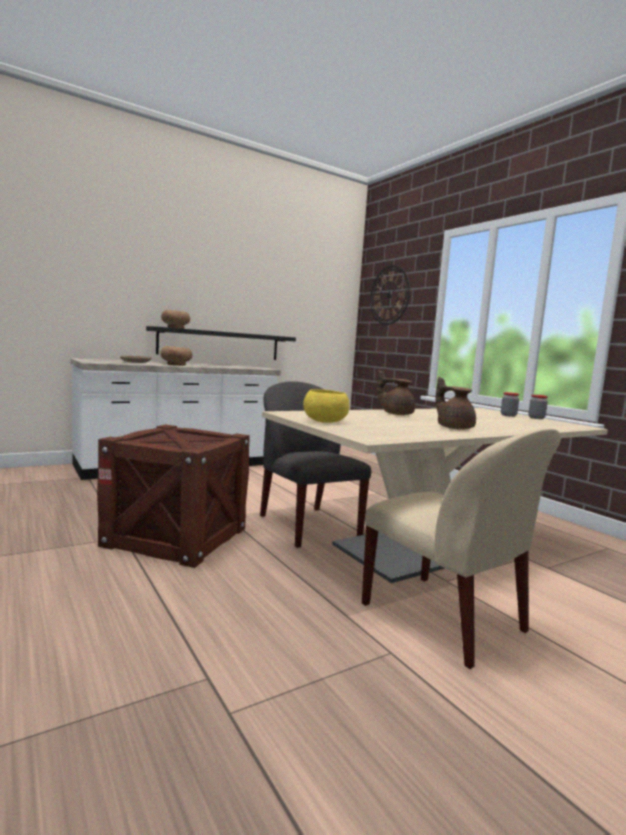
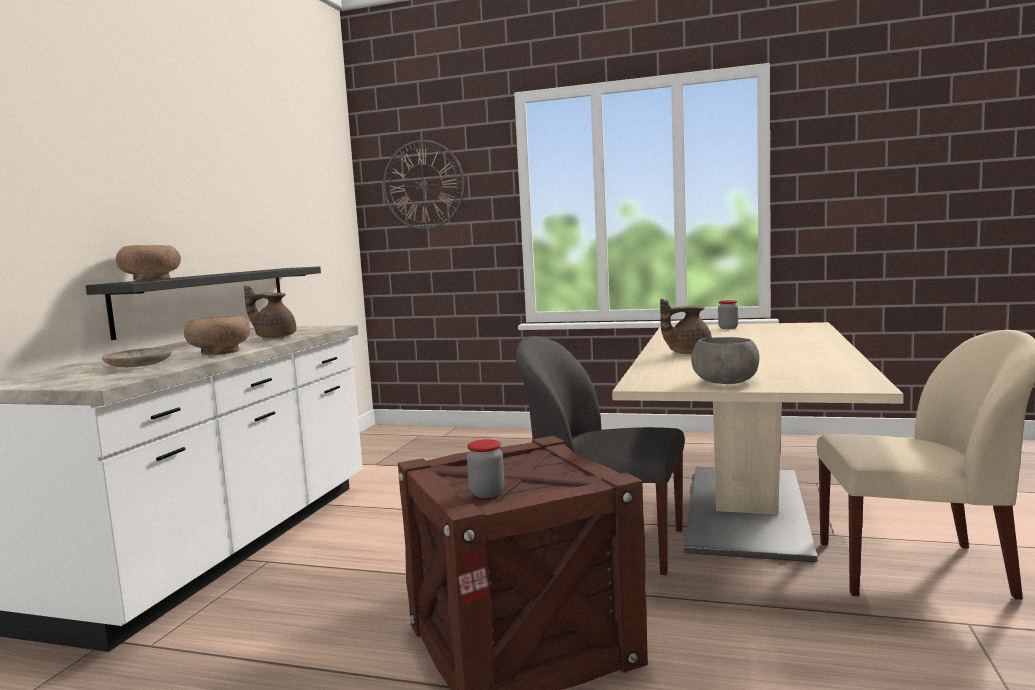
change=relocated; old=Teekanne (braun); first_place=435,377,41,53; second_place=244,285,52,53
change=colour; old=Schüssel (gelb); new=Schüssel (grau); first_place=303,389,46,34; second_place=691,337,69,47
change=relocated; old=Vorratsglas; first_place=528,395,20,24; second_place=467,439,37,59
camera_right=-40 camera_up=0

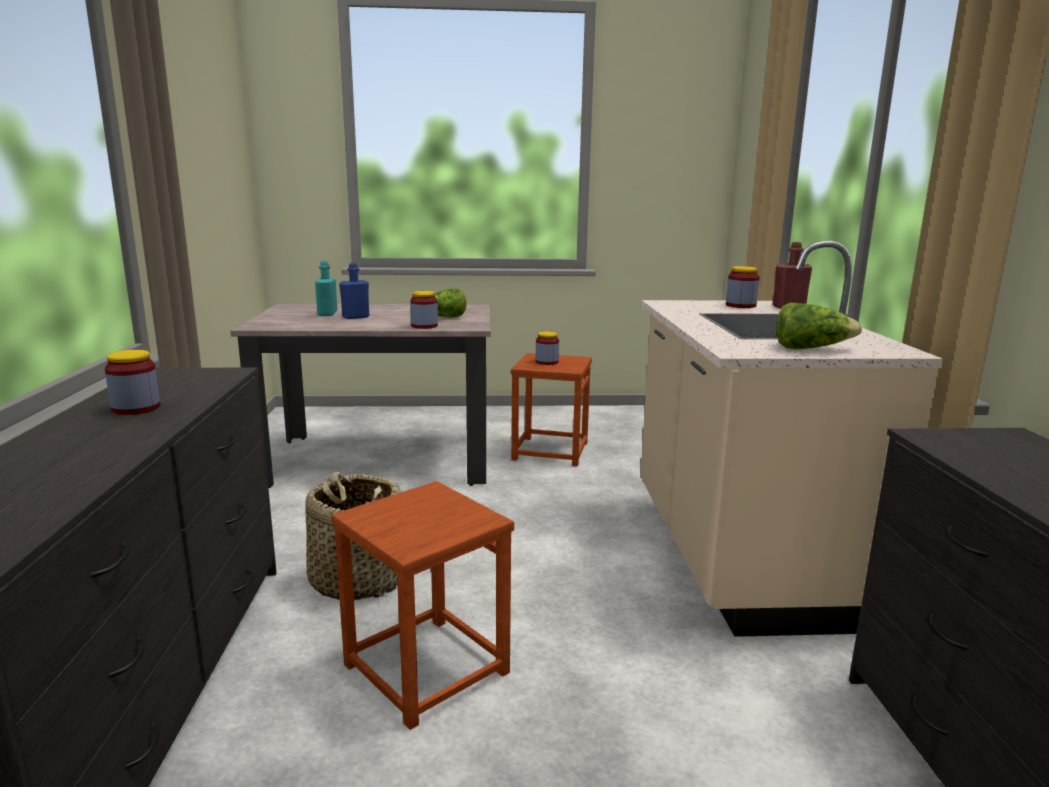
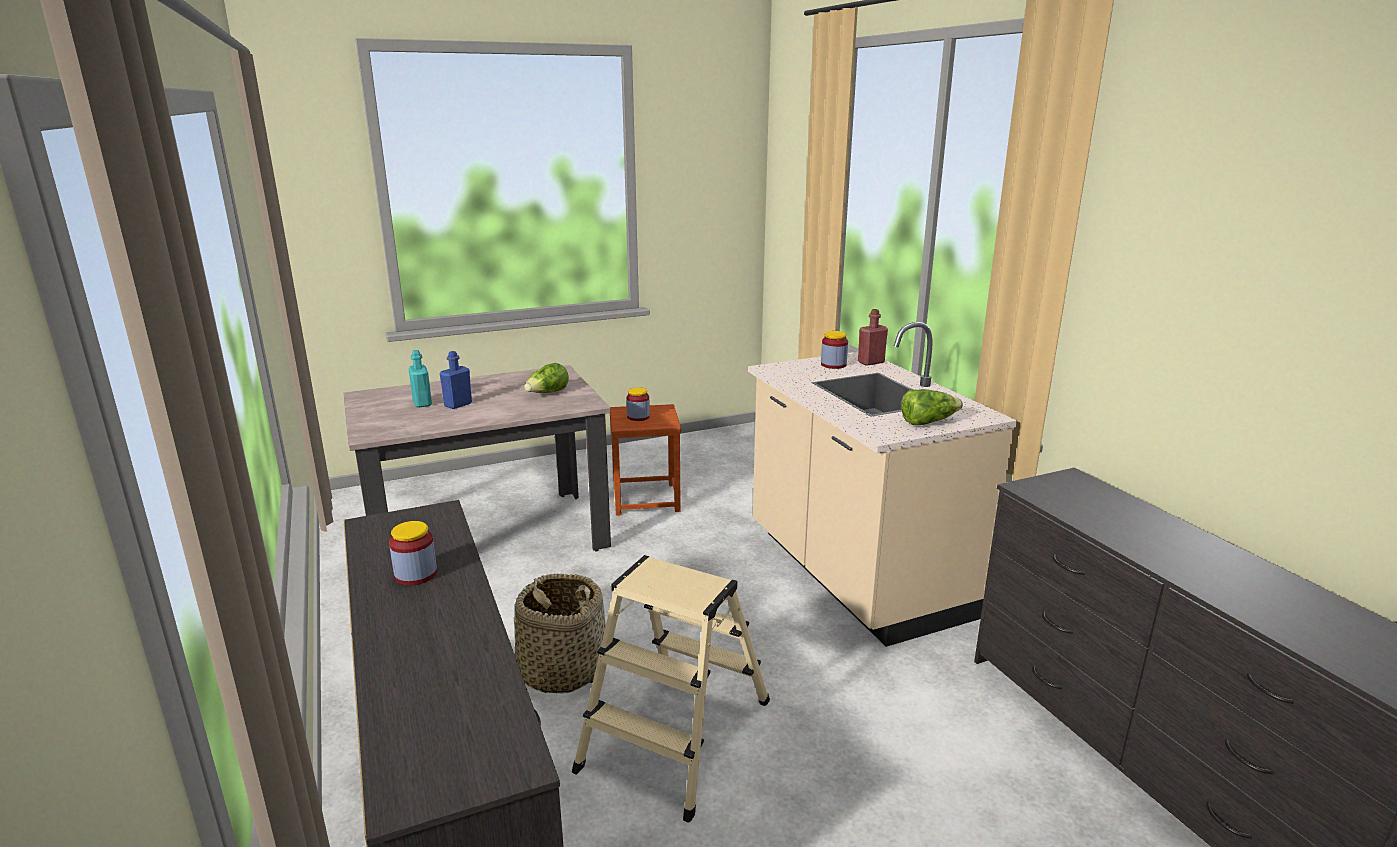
change=missing; old=Vorratsglas; first_place=410,291,28,38
change=exchanged; old=Hocker (braun); new=Trittleiter (beige); first_place=331,481,183,249; second_place=572,555,198,268
camera_right=-20 camera_up=5

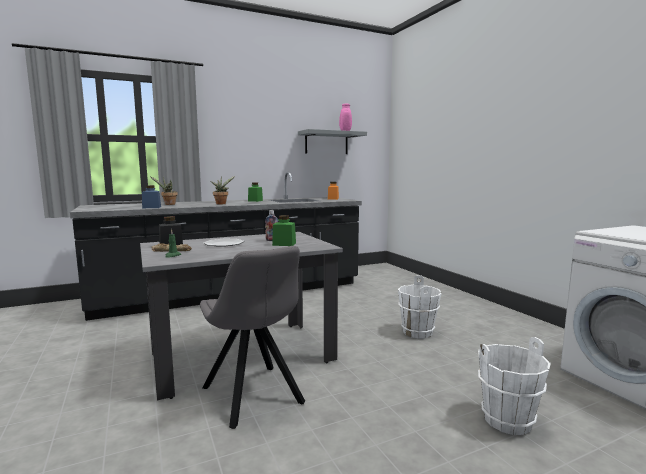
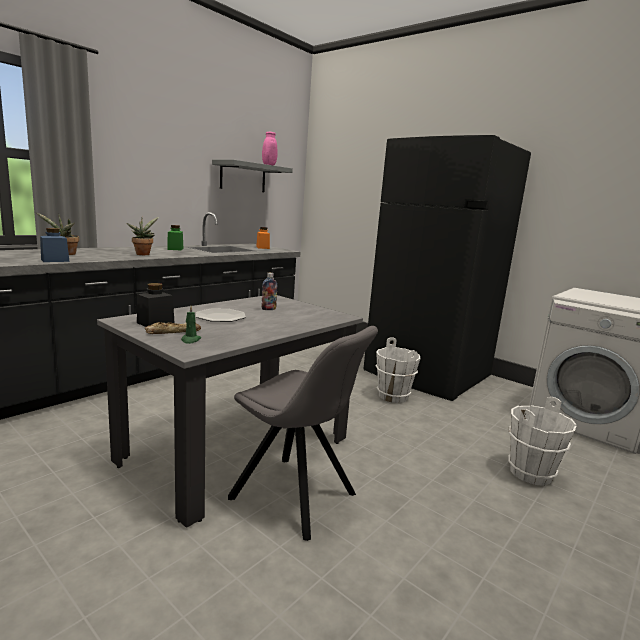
change=missing; old=Vorratsglas (grün); first_place=272,215,24,31
change=appeared; new=Kühlschrank (schwarz); second_place=363,135,168,266
camera_right=-25 camera_up=5

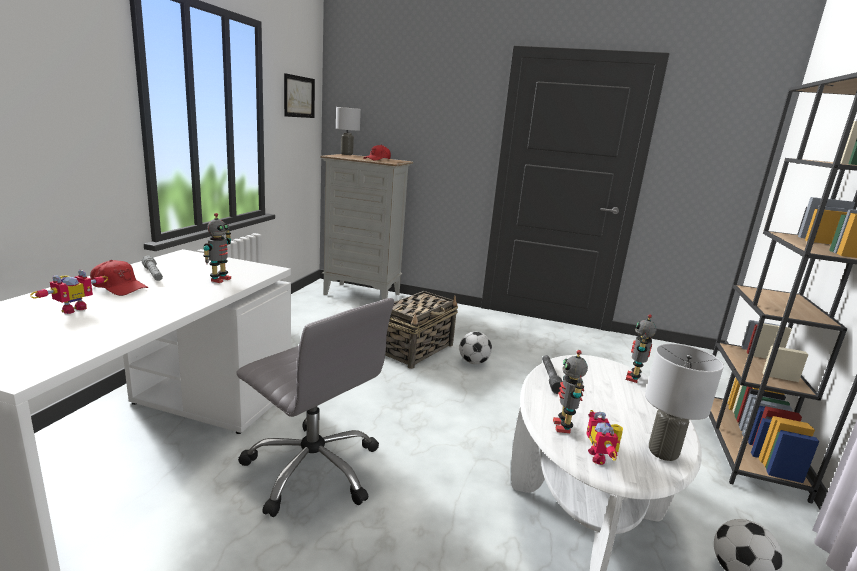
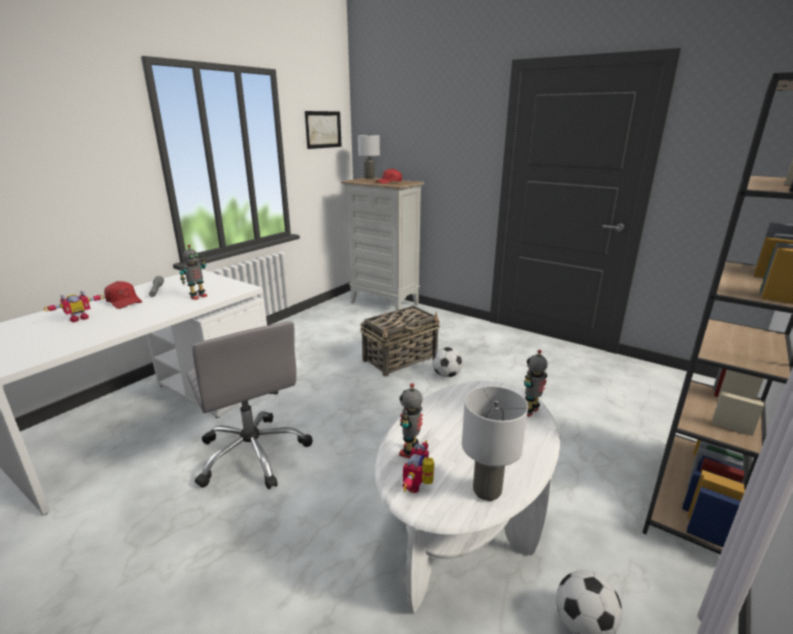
change=missing; old=Taschenlampe (grau); first_place=542,355,21,39
camera_right=20 camera_up=5

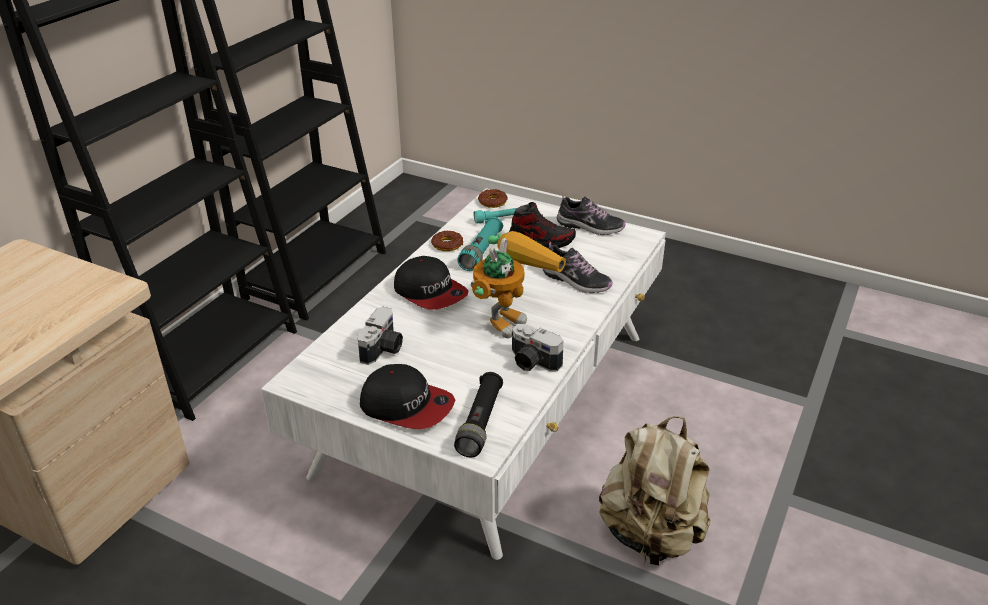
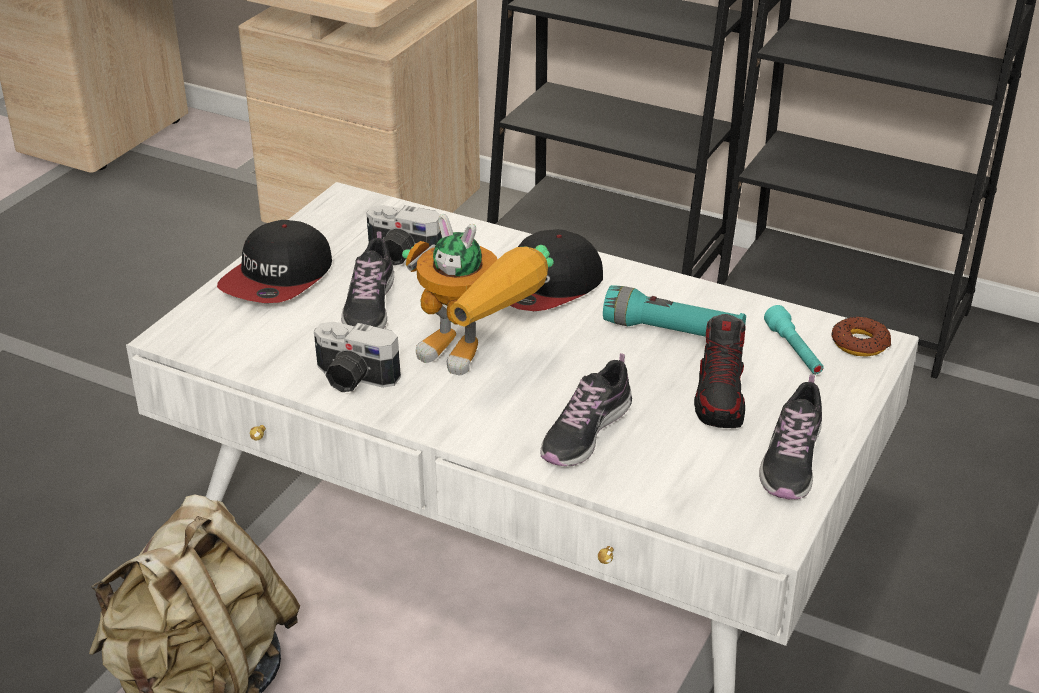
change=missing; old=Donut; first_place=431,230,32,21
change=spun; old=Kamera; first_place=512,324,52,47; second_place=314,322,87,70; degrees=-105
change=missing; old=Taschenlampe (schwarz); first_place=454,372,49,85
change=appeared; new=Schuh; second_place=341,231,53,97
camera_right=90 camera_up=0

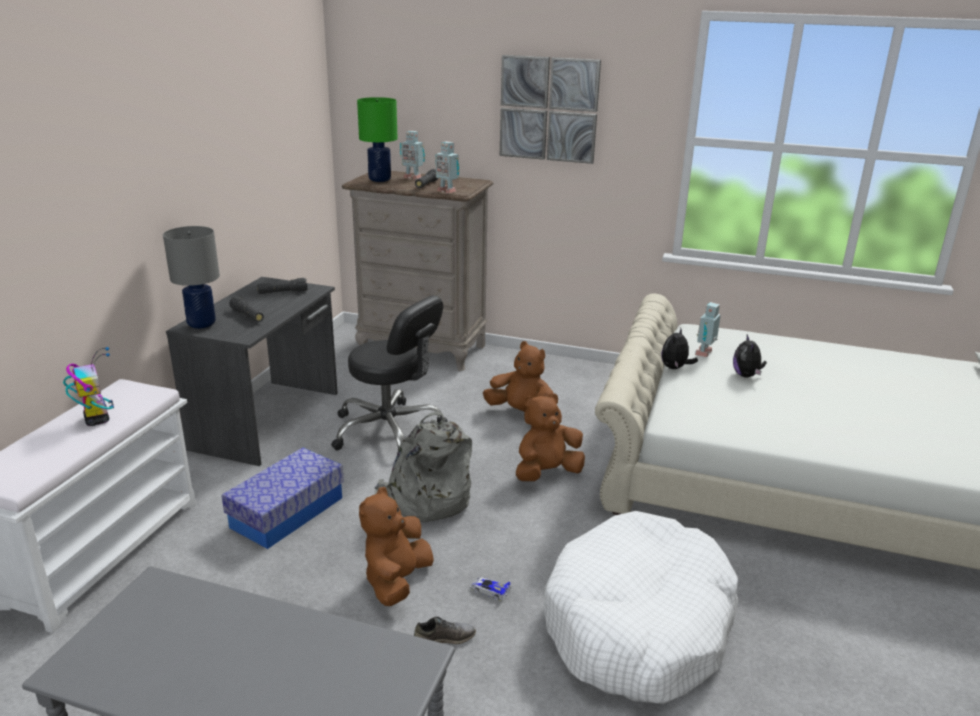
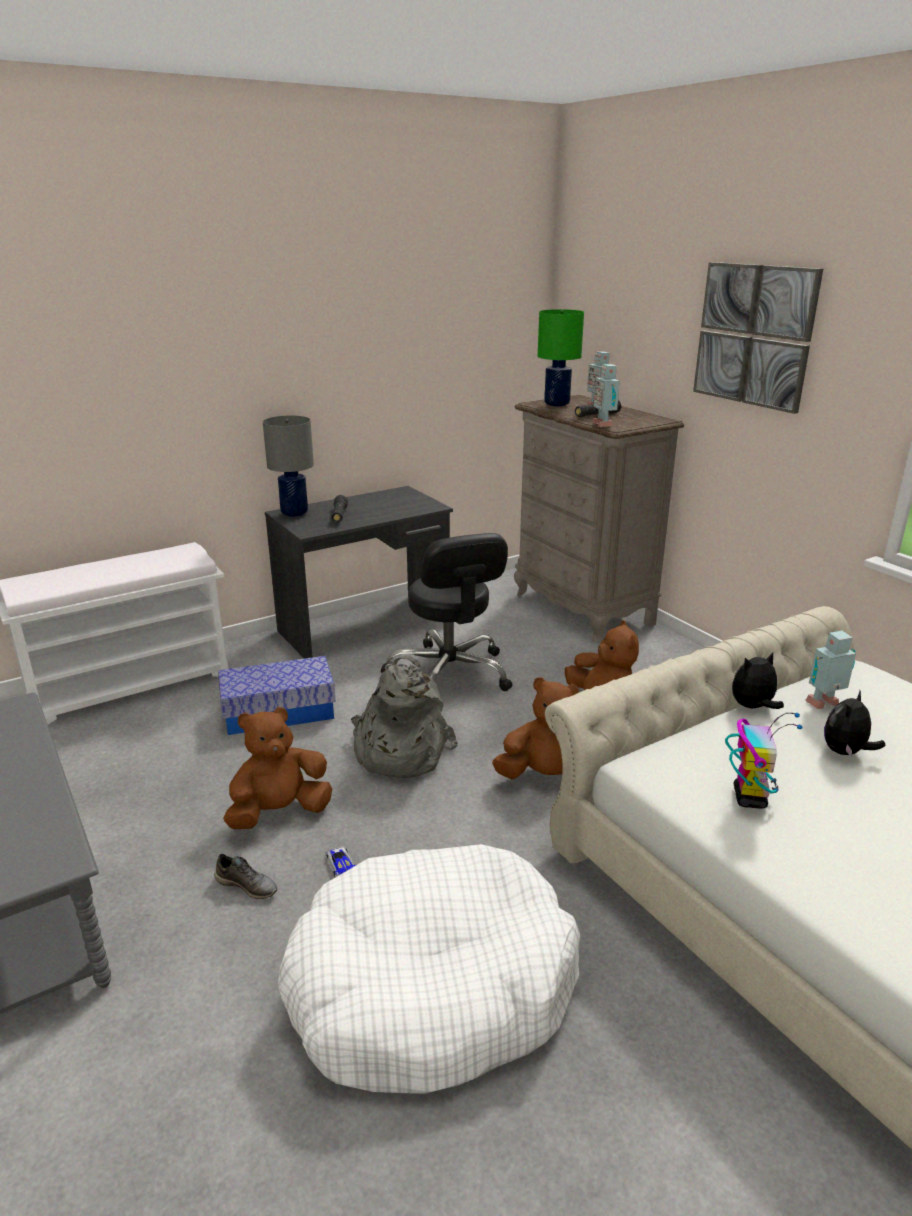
change=missing; old=Taschenlampe (schwarz); first_place=257,278,51,16
change=relocated; old=Spielzeugroboter; first_place=63,347,51,79; second_place=725,713,77,95
camera_right=40 camera_up=0

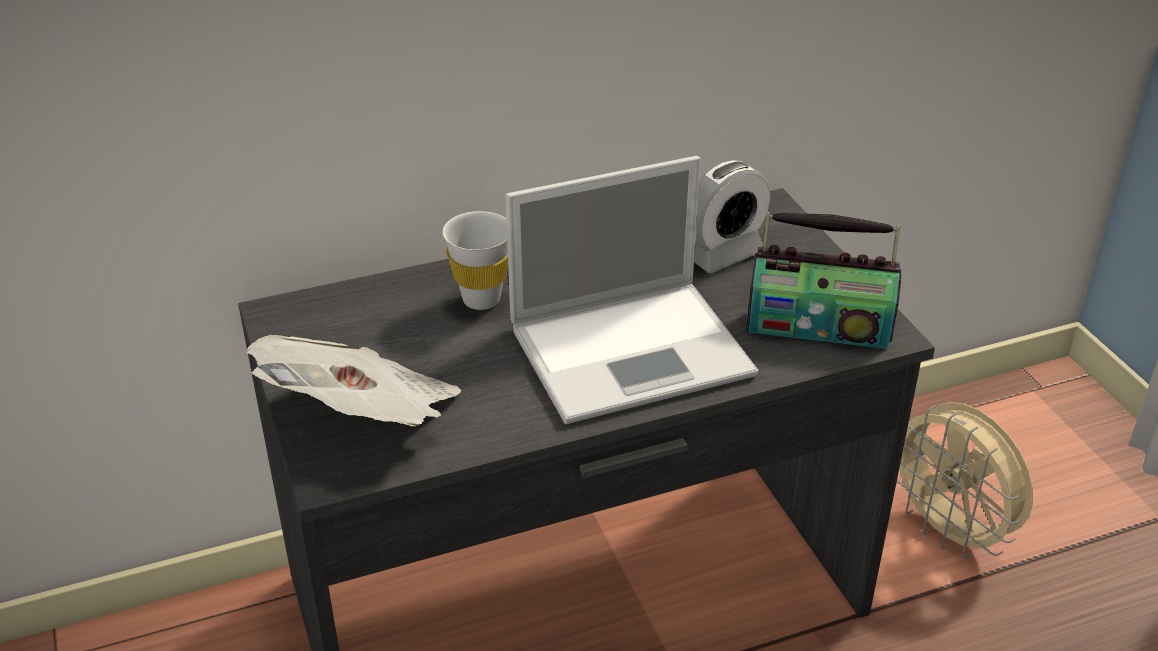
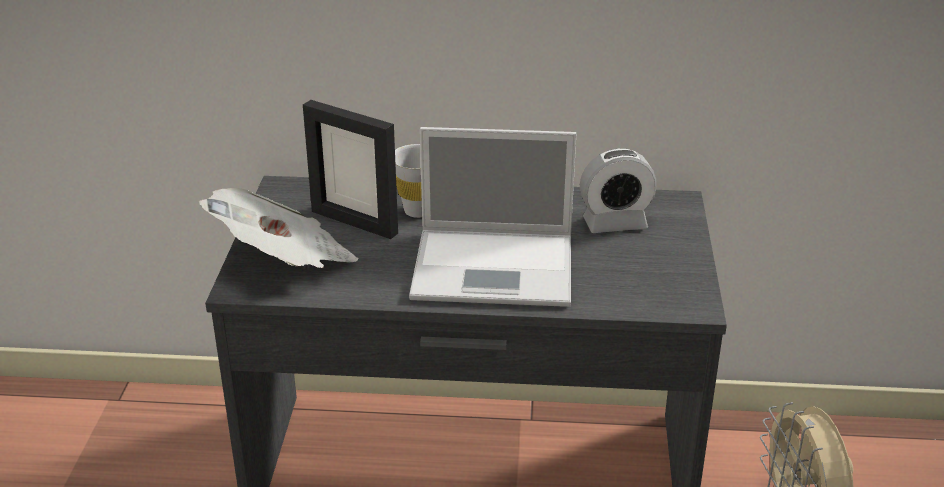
change=missing; old=Radio; first_place=747,212,154,137
change=appeared; new=Bilderrahmen; second_place=303,100,95,139
camera_right=25 camera_up=-5

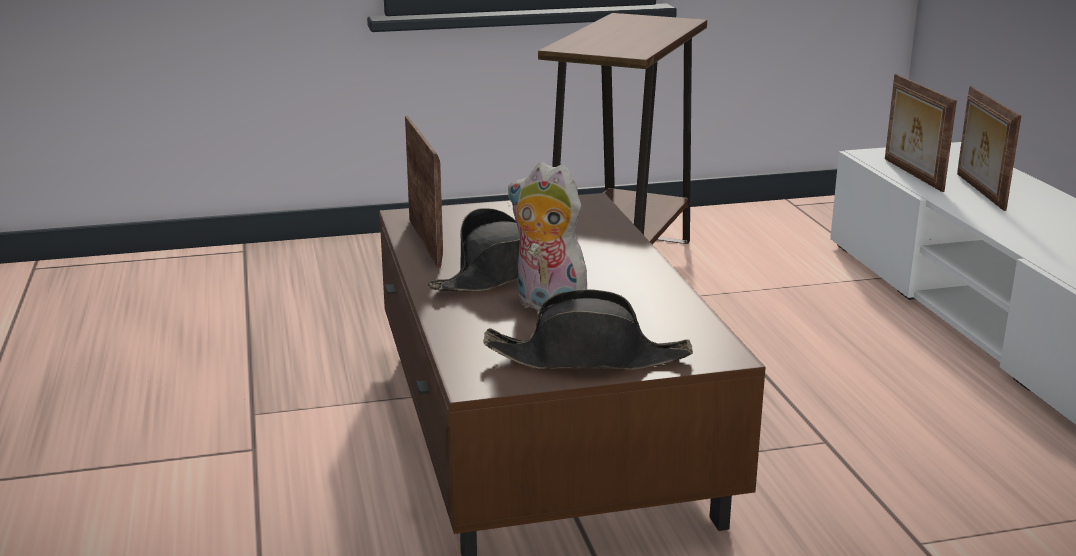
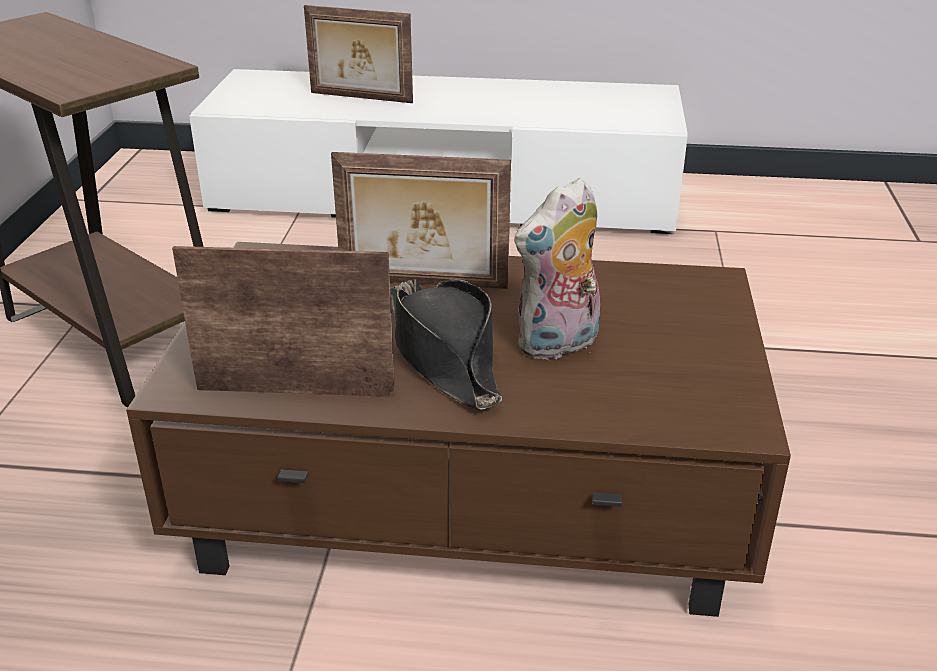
change=relocated; old=Bilderrahmen; first_place=885,74,72,118; second_place=331,152,180,137
change=missing; old=Hut (schwarz); first_place=483,289,210,81
camera_right=-70 camera_up=10

